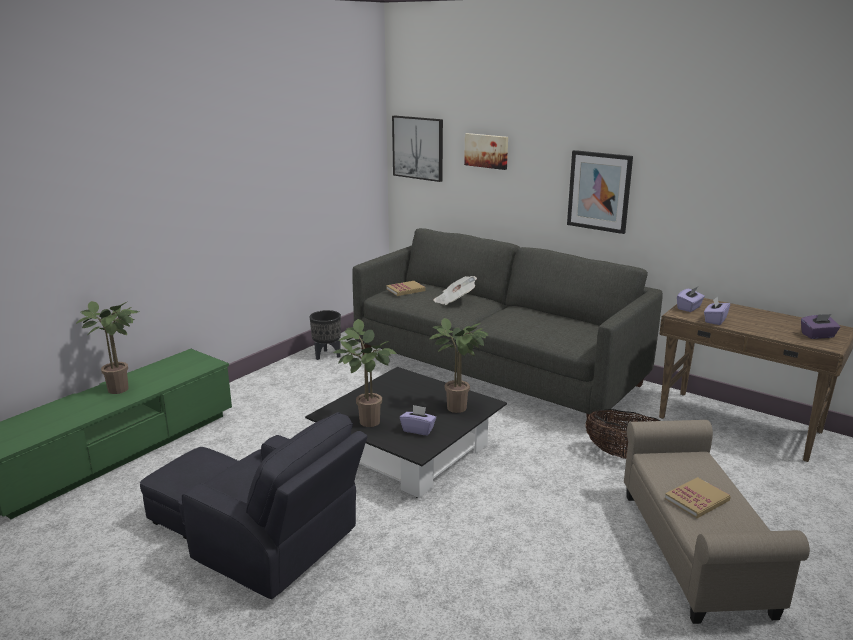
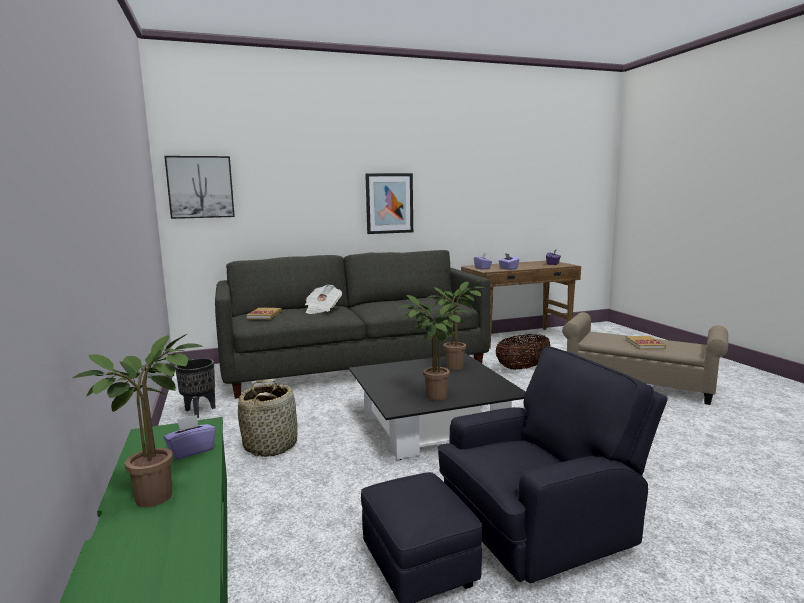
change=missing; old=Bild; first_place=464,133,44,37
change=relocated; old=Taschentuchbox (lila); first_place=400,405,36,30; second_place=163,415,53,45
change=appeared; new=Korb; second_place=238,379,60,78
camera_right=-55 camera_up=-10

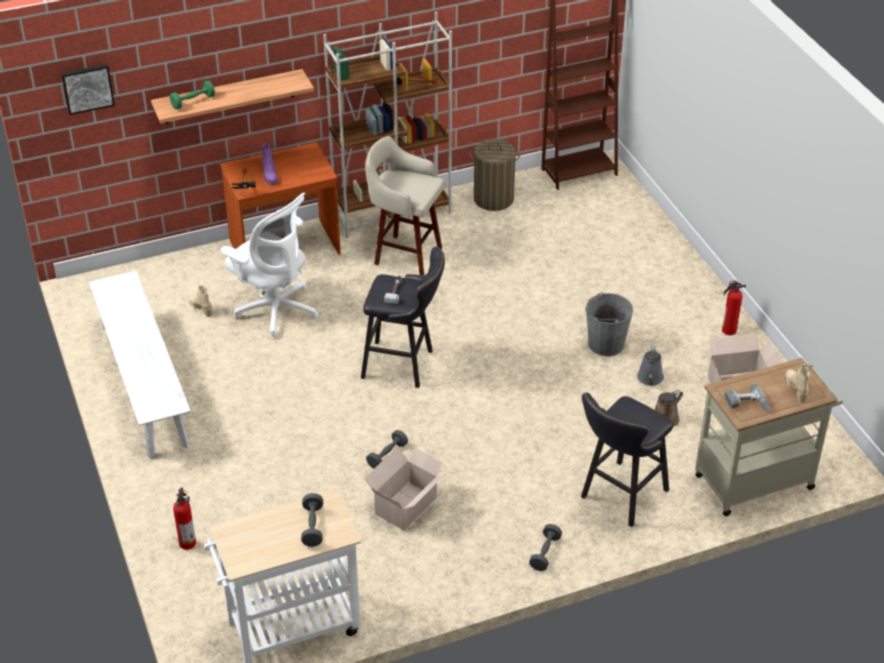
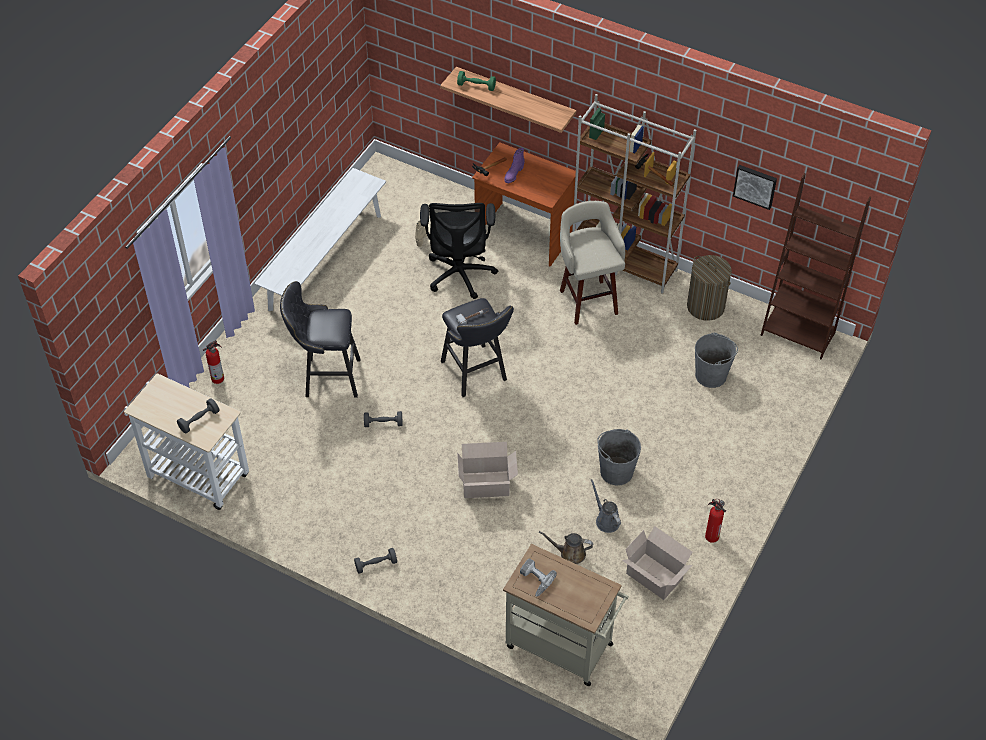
change=relocated; old=Bild; first_place=61,64,54,51; second_place=733,165,44,45
change=colour; old=Bürostuhl (weiß); new=Bürostuhl (schwarz); first_place=221,193,98,144; second_place=420,203,78,96
change=spun; old=Gießkanne (grau); first_place=637,345,27,41; second_place=591,479,30,54; degrees=90
change=missing; old=Stiefel (beige); first_place=785,364,25,39
change=relocated; old=Hocker (schwarz); first_place=581,393,92,134; second_place=280,281,80,117
change=relocated; old=Karton; first_place=364,447,83,84; second_place=457,442,61,56
change=appeared; new=Eimer (grau); second_place=695,333,43,55
camera_right=50 camera_up=10

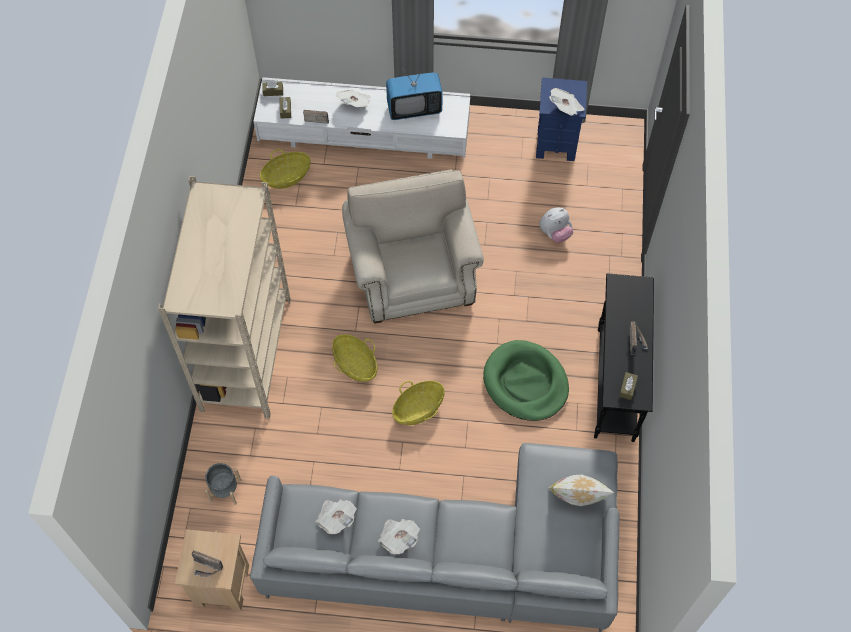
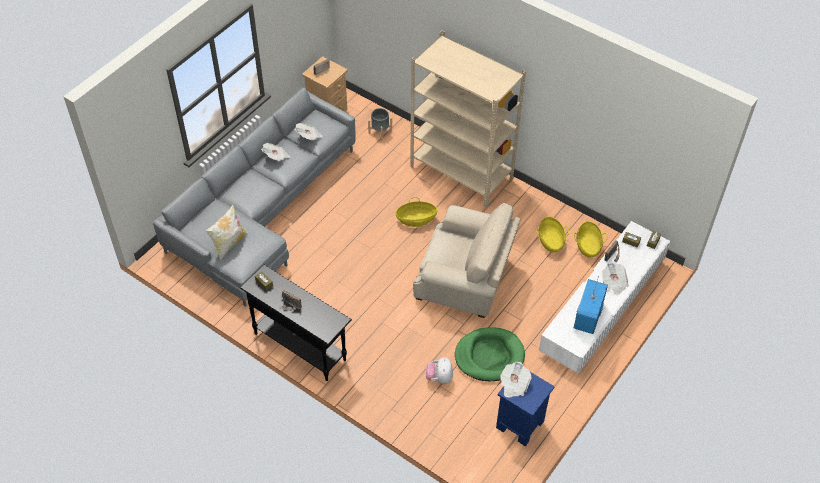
change=relocated; old=Hundebett (grün); first_place=483,340,86,81; second_place=455,327,70,54
change=relocated; old=Korb; first_place=392,381,53,44; second_place=536,216,33,36
camera_right=120 camera_up=-10

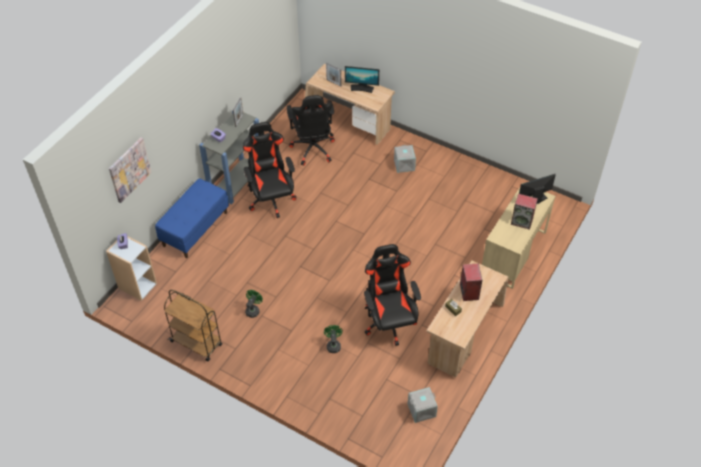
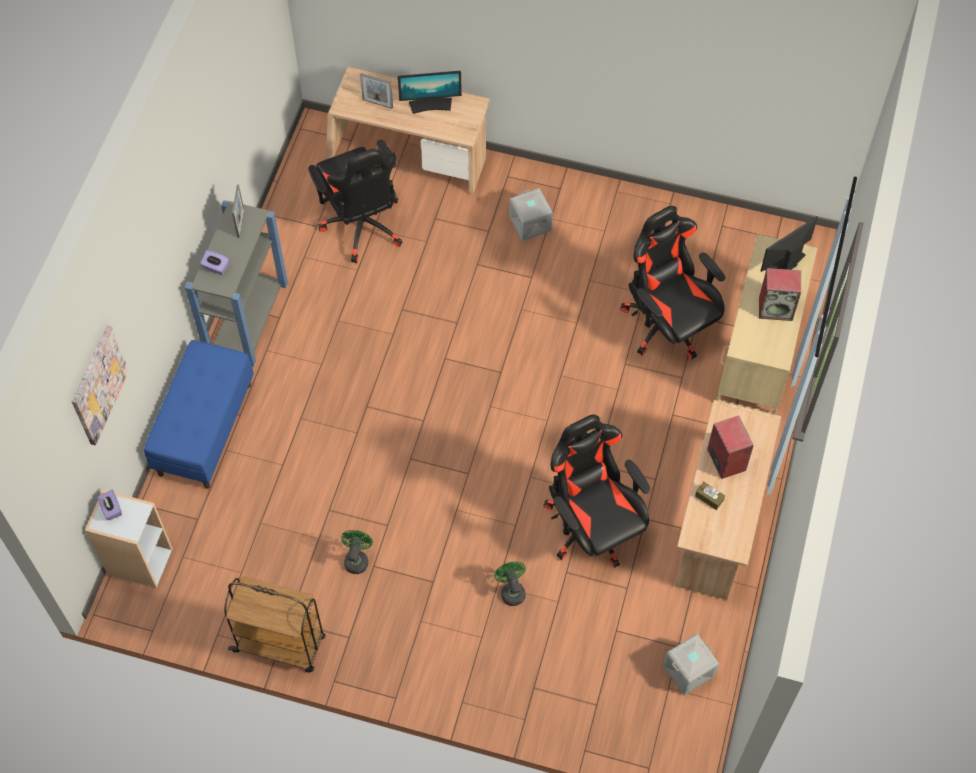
change=relocated; old=Bürostuhl (schwarz); first_place=243,122,53,96; second_place=620,206,105,153
camera_right=-15 camera_up=10

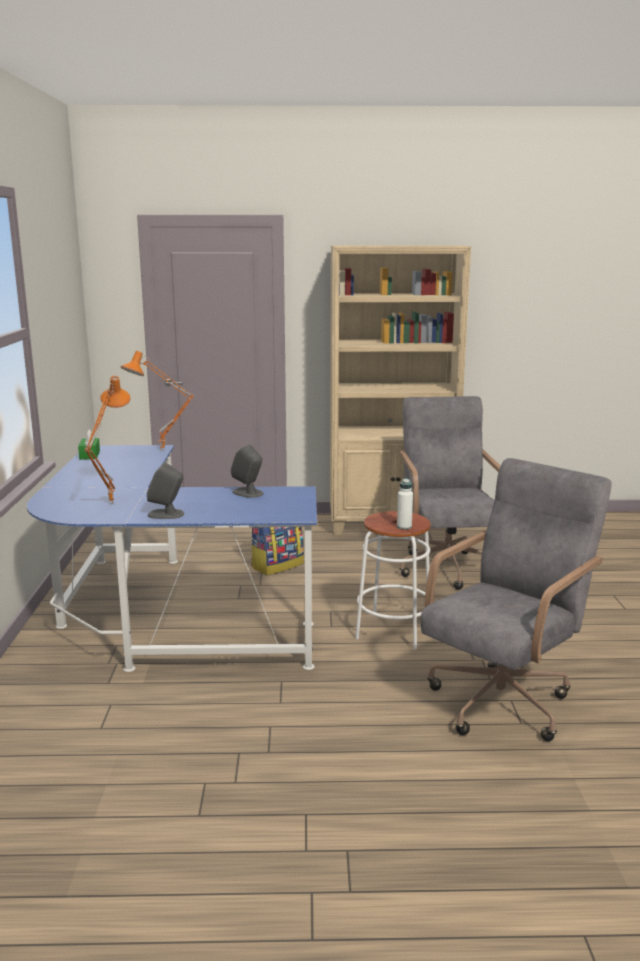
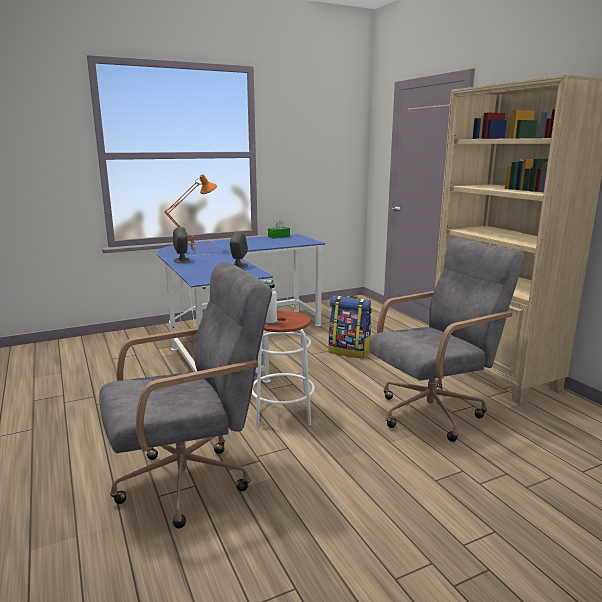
change=missing; old=Tischlampe (orange); first_place=121,351,73,100
change=spun; old=Bürostuhl (grau); first_place=421,458,191,283; second_place=99,262,173,267; degrees=-45
camera_right=65 camera_up=0

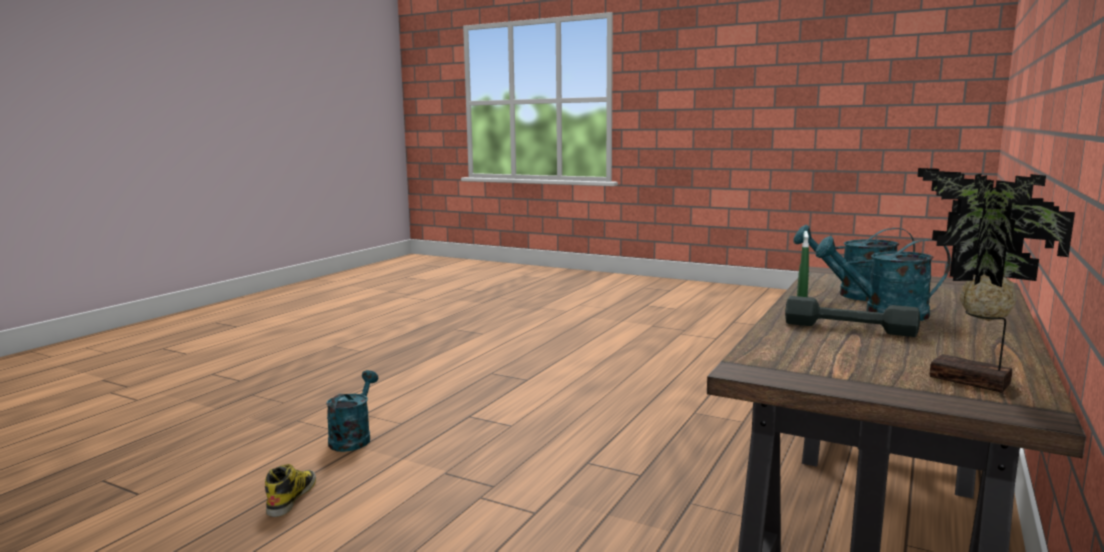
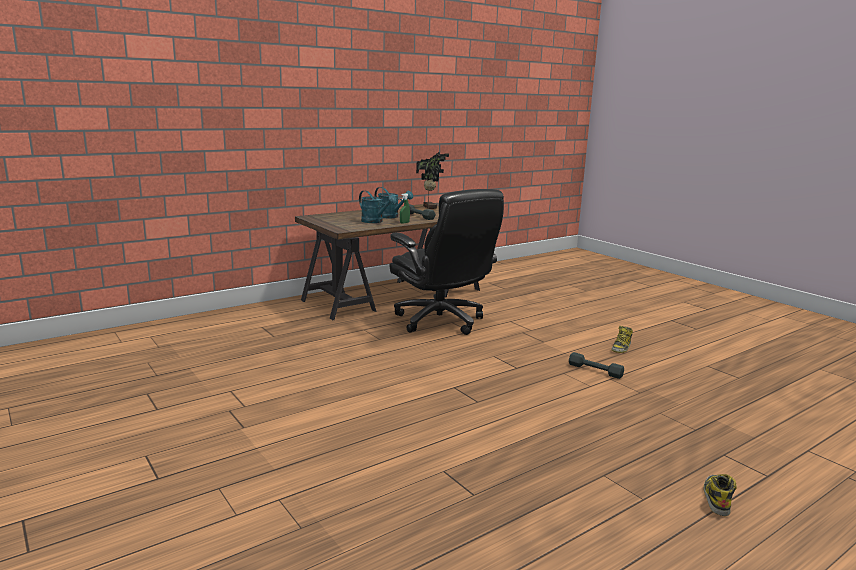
change=exchanged; old=Gießkanne (türkis); new=Hantel (grau); first_place=326,370,52,82; second_place=569,352,55,27
change=appeared; new=Bürostuhl (schwarz); second_place=390,189,114,146
change=appeared; new=Stiefel; second_place=703,474,34,42
camera_right=-155 camera_up=5

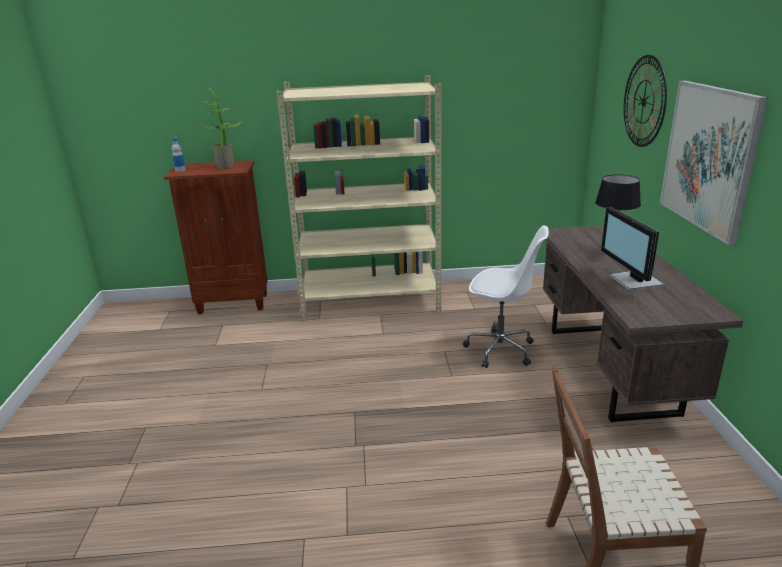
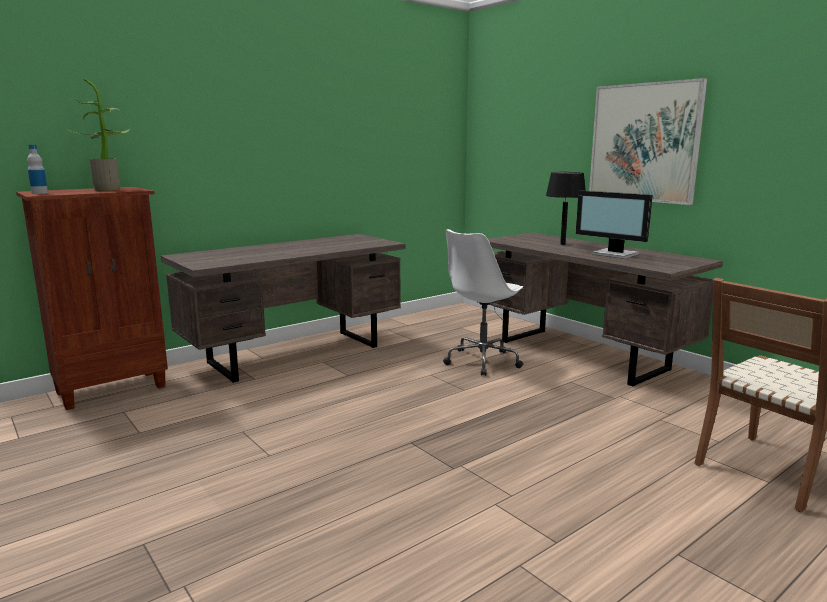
change=missing; old=Wanduhr; first_place=624,55,43,92
change=exchanged; old=Bücherregal (beige); new=Schreibtisch (braun); first_place=276,75,165,247; second_place=161,234,244,149
change=spun; old=Bürostuhl (weiß); first_place=462,226,87,142; second_place=443,229,81,147; degrees=150
camera_right=-35 camera_up=-10

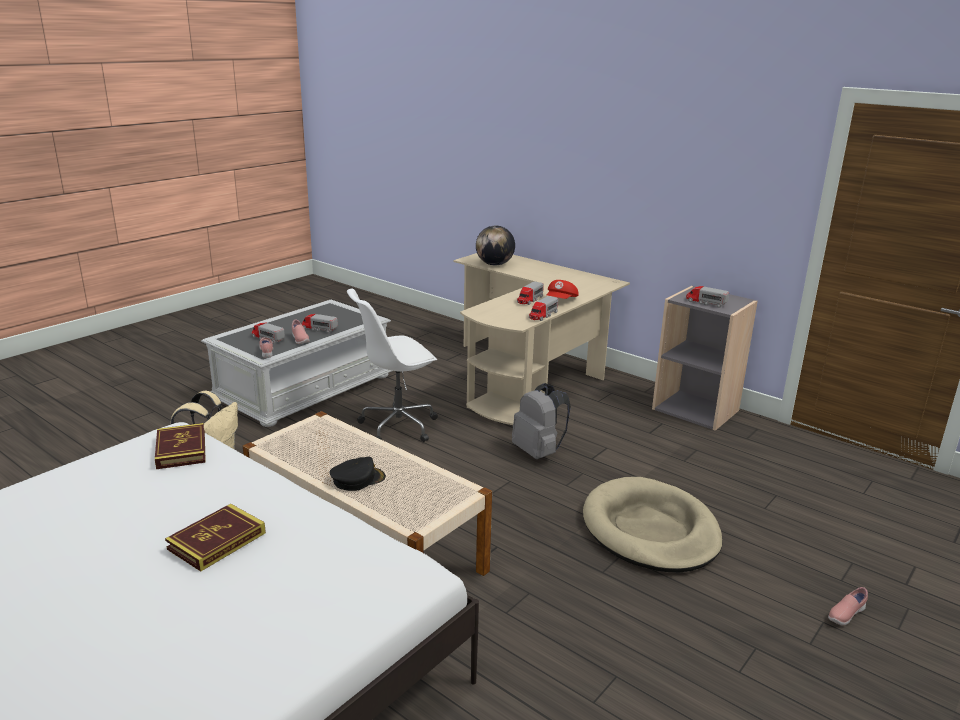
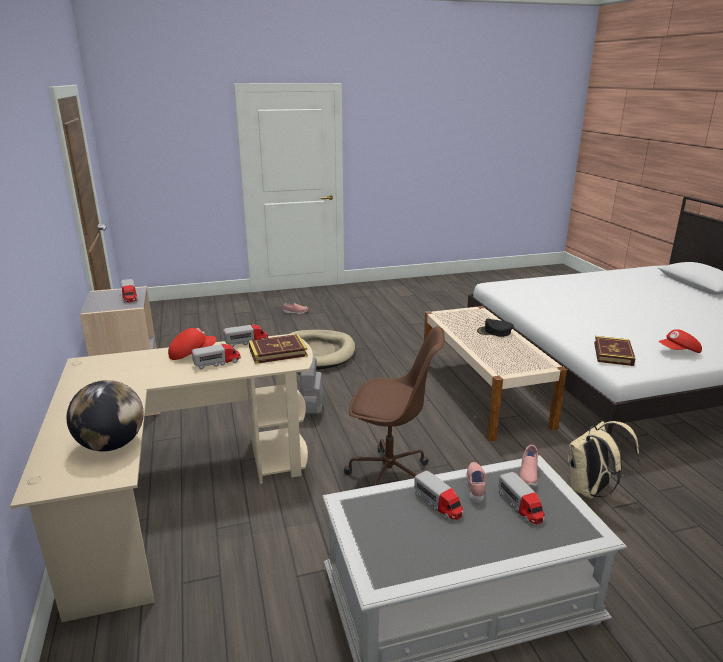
change=colour; old=Bürostuhl (weiß); new=Bürostuhl (braun); first_place=347,289,91,153; second_place=343,327,102,159
change=relocated; old=Buch; first_place=165,504,101,67; second_place=249,334,58,30
change=appeared; new=Kappe (rot); second_place=659,329,43,24
camera_right=-145 camera_up=0

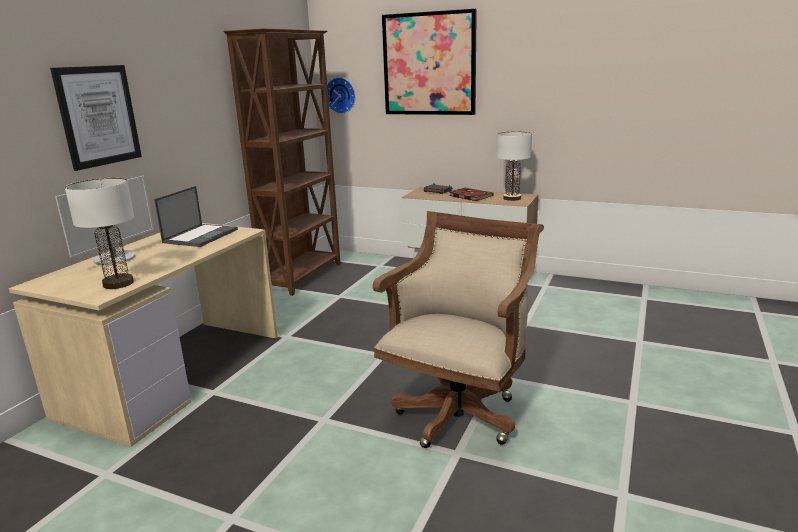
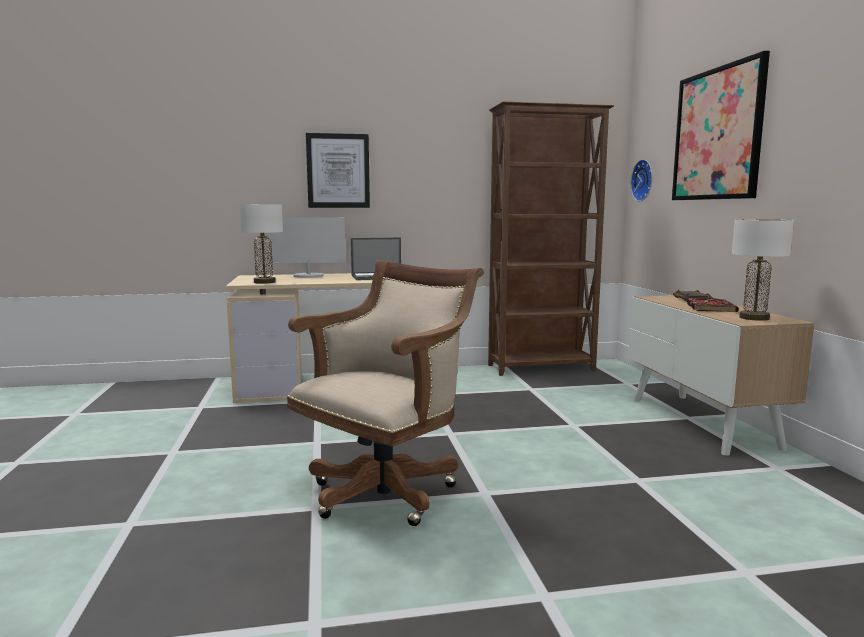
change=spun; old=Bürostuhl; first_place=373,211,171,237; second_place=287,260,197,266; degrees=-45
camera_right=55 camera_up=-10

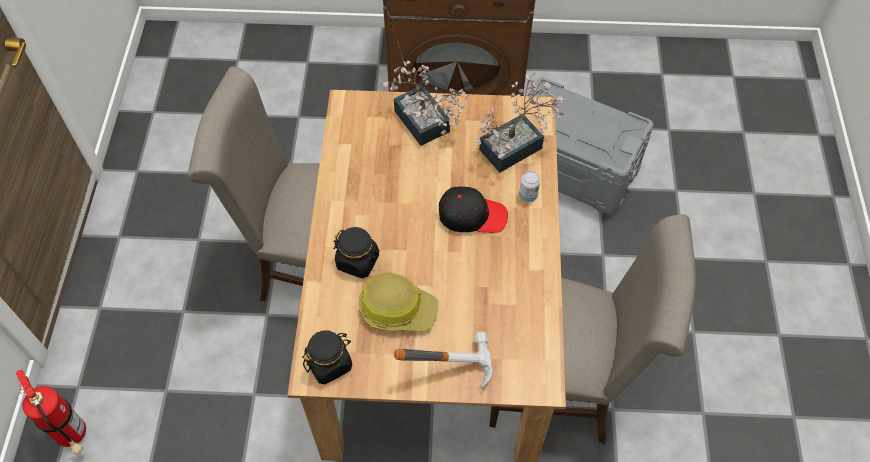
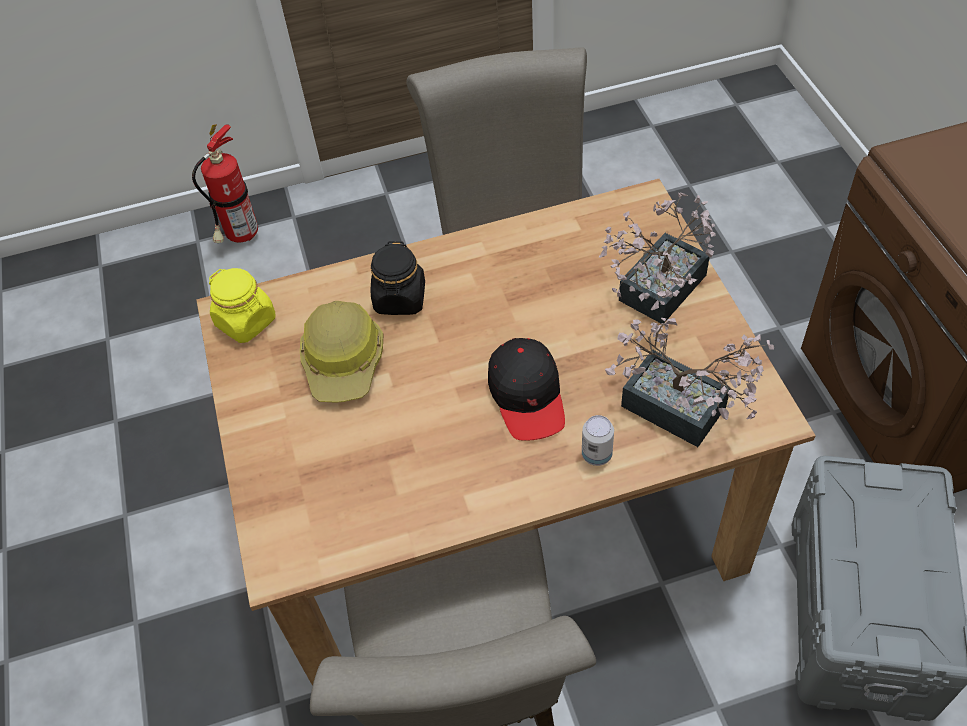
change=colour; old=Vorratsglas (schwarz); new=Vorratsglas (gelb); first_place=302,330,50,54; second_place=209,268,66,75
change=missing; old=Hammer; first_place=394,332,98,57
camera_right=75 camera_up=-5

